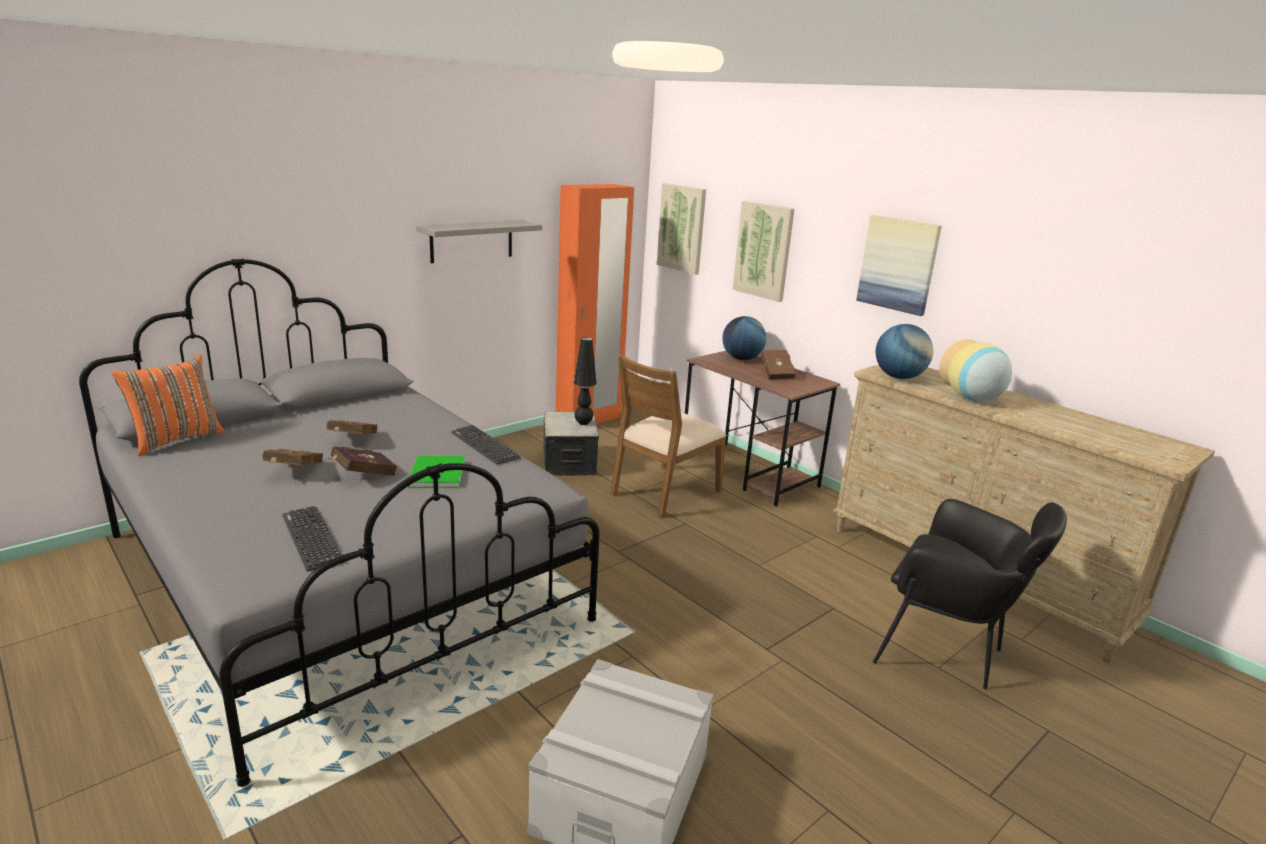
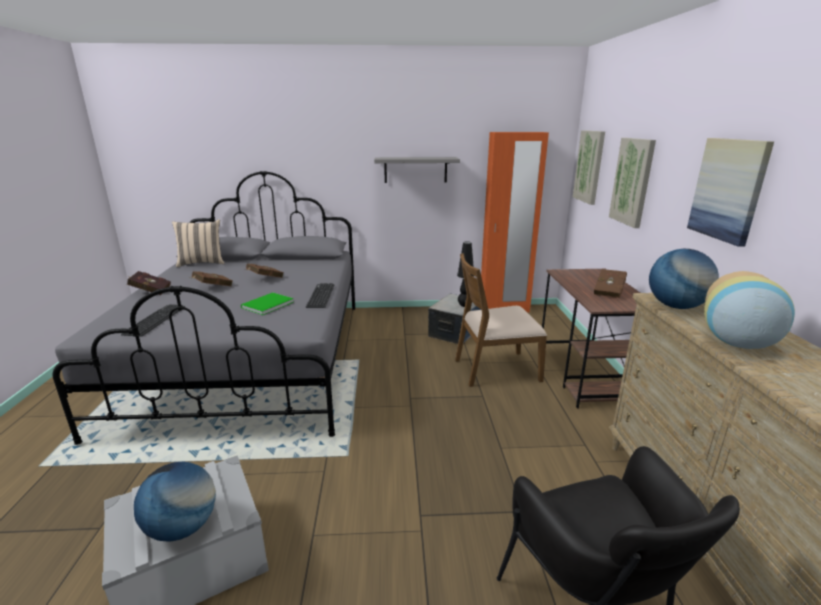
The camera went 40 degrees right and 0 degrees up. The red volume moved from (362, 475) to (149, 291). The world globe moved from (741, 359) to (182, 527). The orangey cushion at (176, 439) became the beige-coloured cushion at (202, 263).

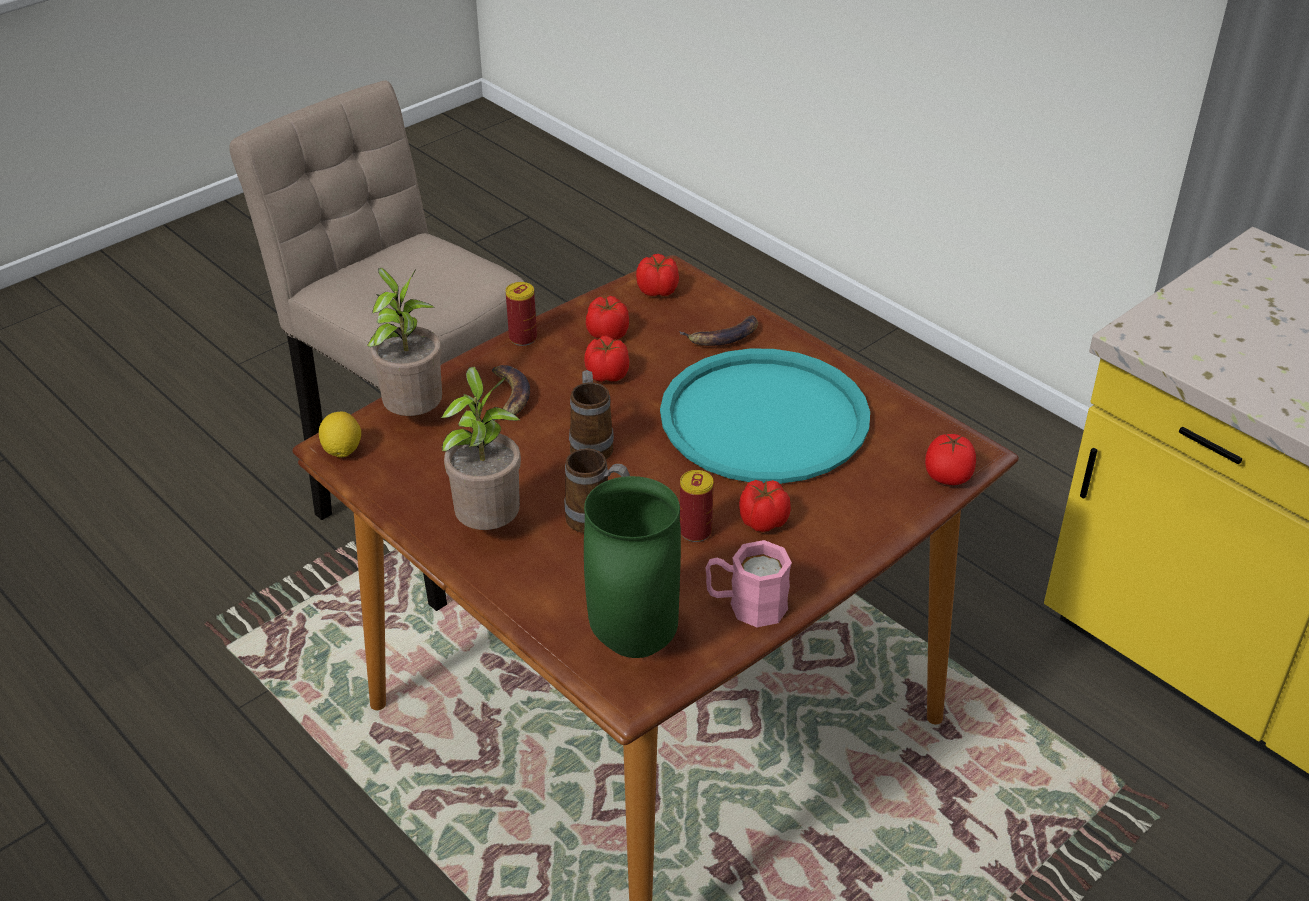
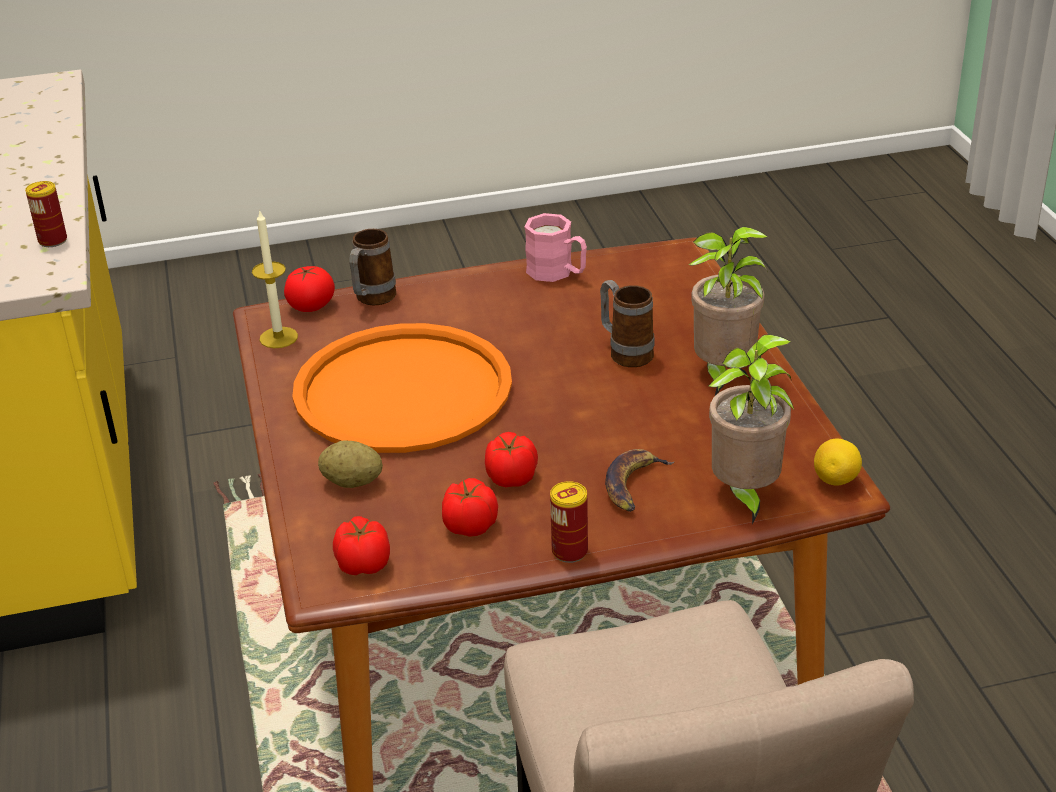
The camera went 150 degrees left and 5 degrees down. The sealed can moved from (695, 531) to (53, 240). The wax light at (278, 337) appeared. The blue-green carrying tray at (764, 418) became the orangey carrying tray at (402, 390). The banana at (723, 336) was replaced by the whole potato at (352, 482). The tea mug moved from (591, 444) to (372, 300). The green vase at (631, 642) disappeared. The tomato at (762, 520) disappeared.

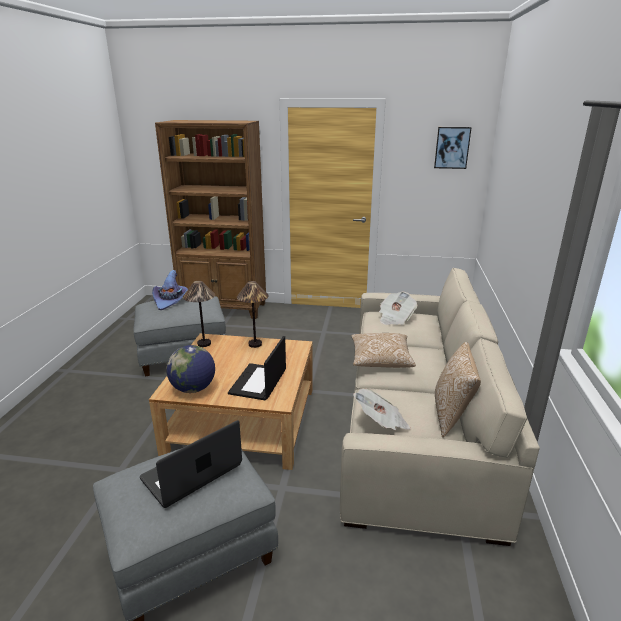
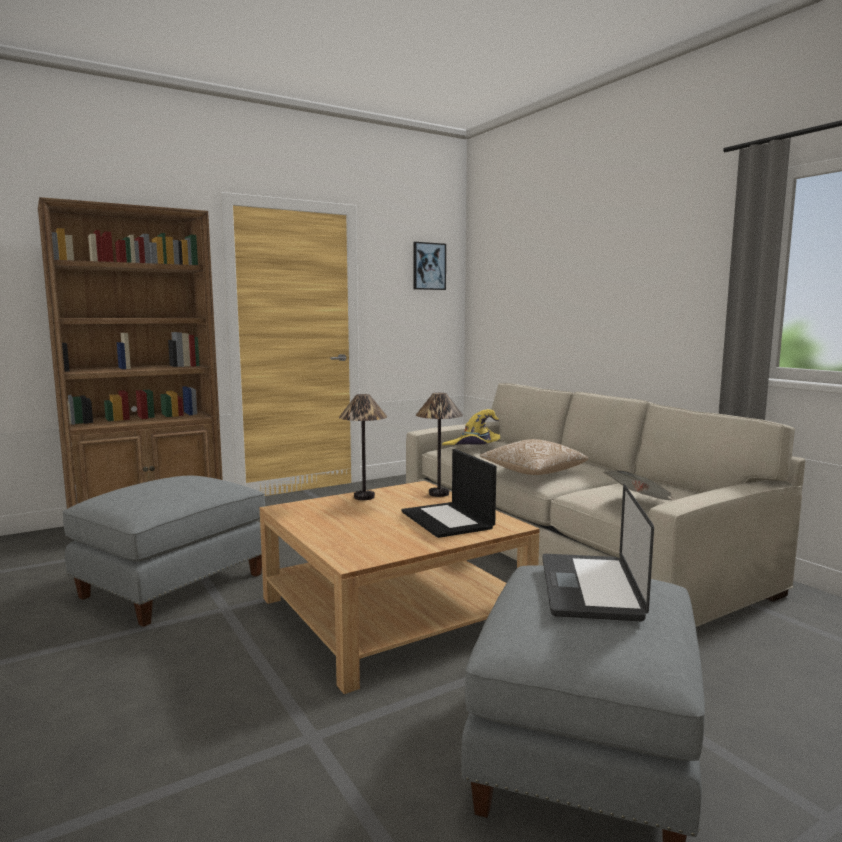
The camera went 40 degrees left and 15 degrees down. The table lamp moved from (204, 343) to (438, 494). The printed paper at (395, 318) was replaced by the yellow clothing hat at (473, 447). The purple-coloured clothing hat at (171, 300) disappeared. The world globe at (193, 389) disappeared. The cushion at (451, 415) disappeared.

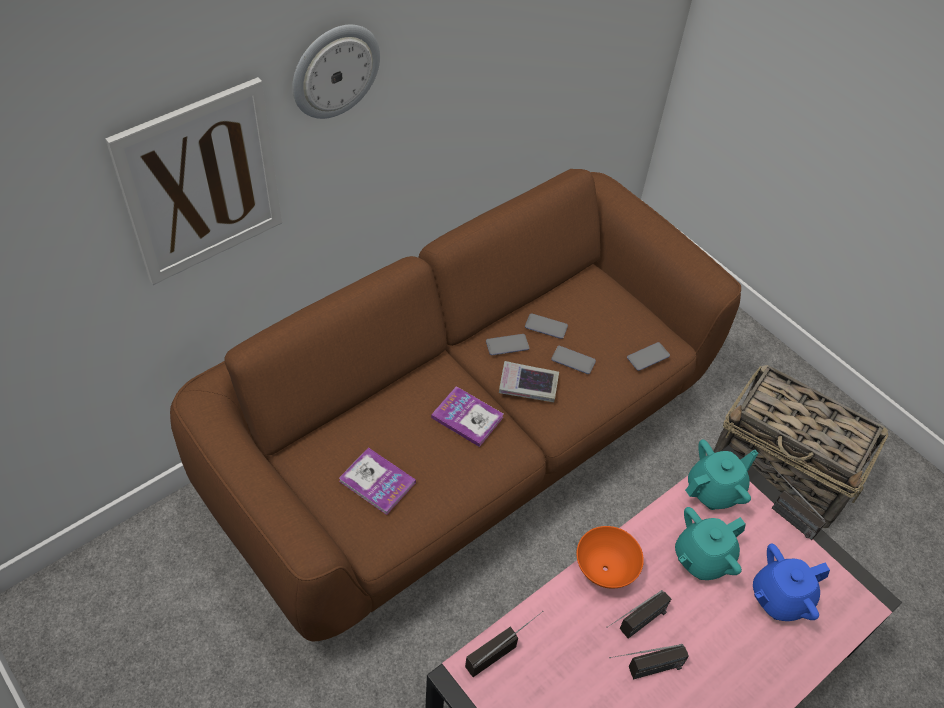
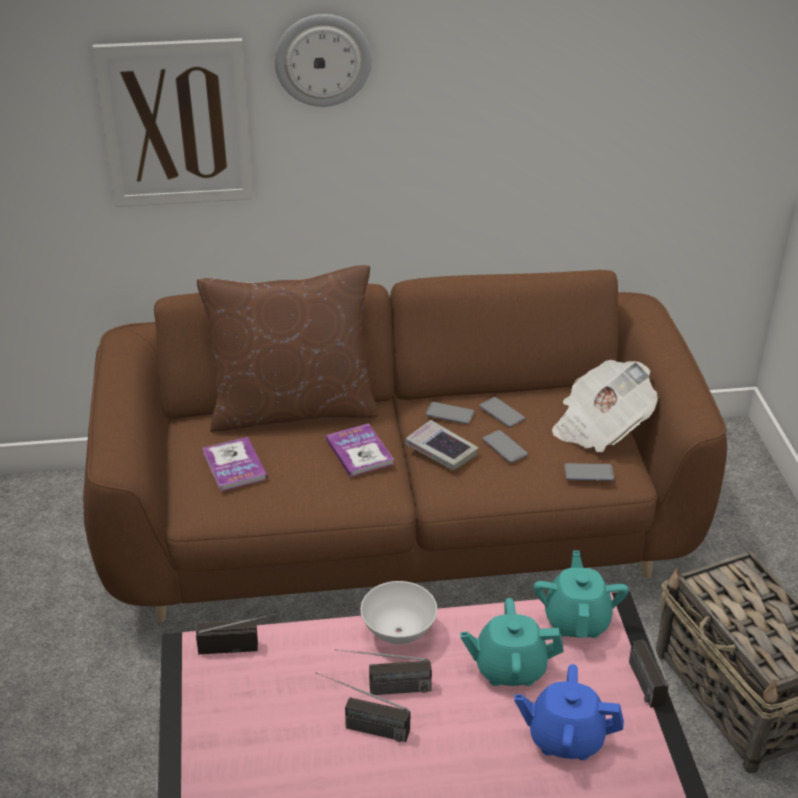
The camera went 35 degrees right and 15 degrees down. The brown cushion at (293, 409) appeared. The orangey bowl at (605, 569) became the white bowl at (399, 632). The blue-green teapot at (714, 490) turned 90 degrees counterclockwise. The printed paper at (600, 426) appeared.

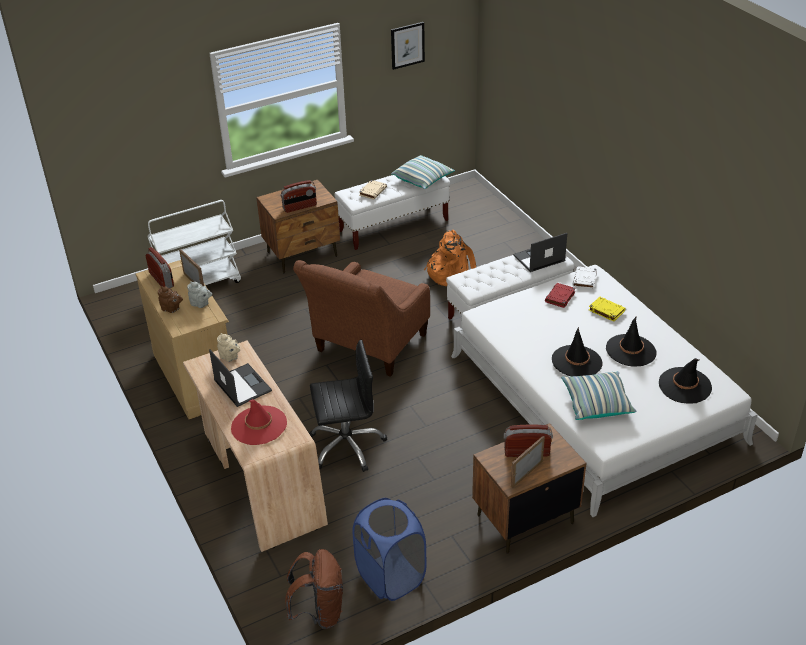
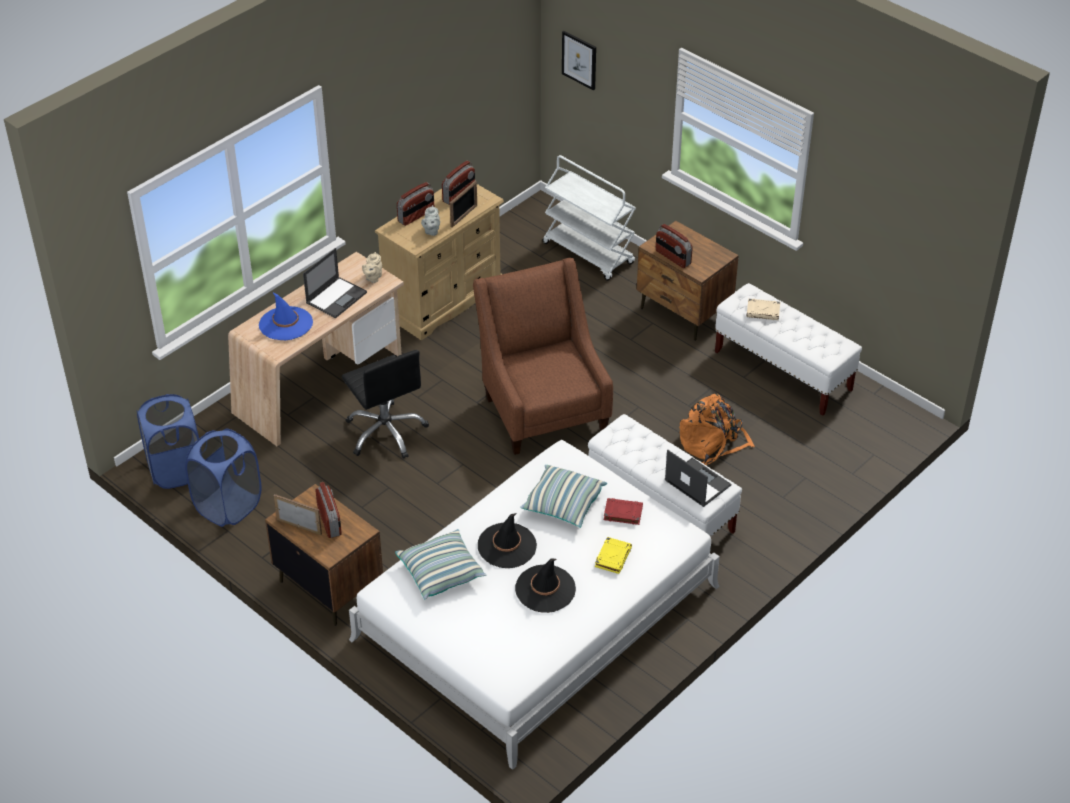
The camera went 70 degrees right and 5 degrees up. The brown backpack at (319, 612) was replaced by the blue-coloured washing basket at (176, 470). The red clothing hat at (259, 425) became the blue-coloured clothing hat at (286, 324). The brown teapot at (172, 309) was replaced by the radio receiver at (416, 216). The brown lounge chair at (367, 347) turned 60 degrees clockwise. The cushion moved from (423, 179) to (563, 504). The wall picture moved from (407, 45) to (579, 60). The white volume at (584, 280) disappeared. The blackish clothing hat at (684, 386) disappeared.

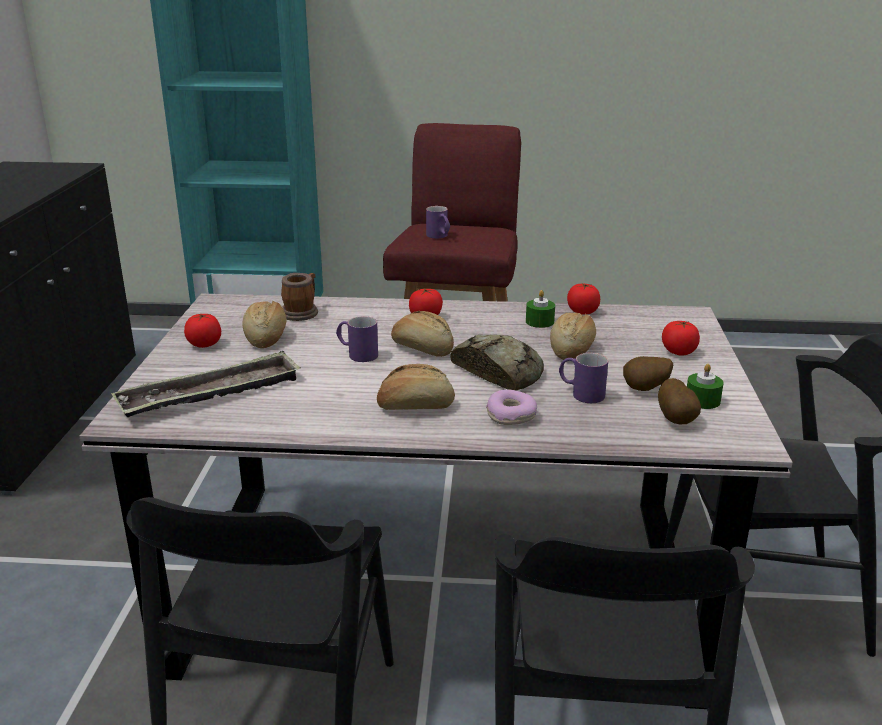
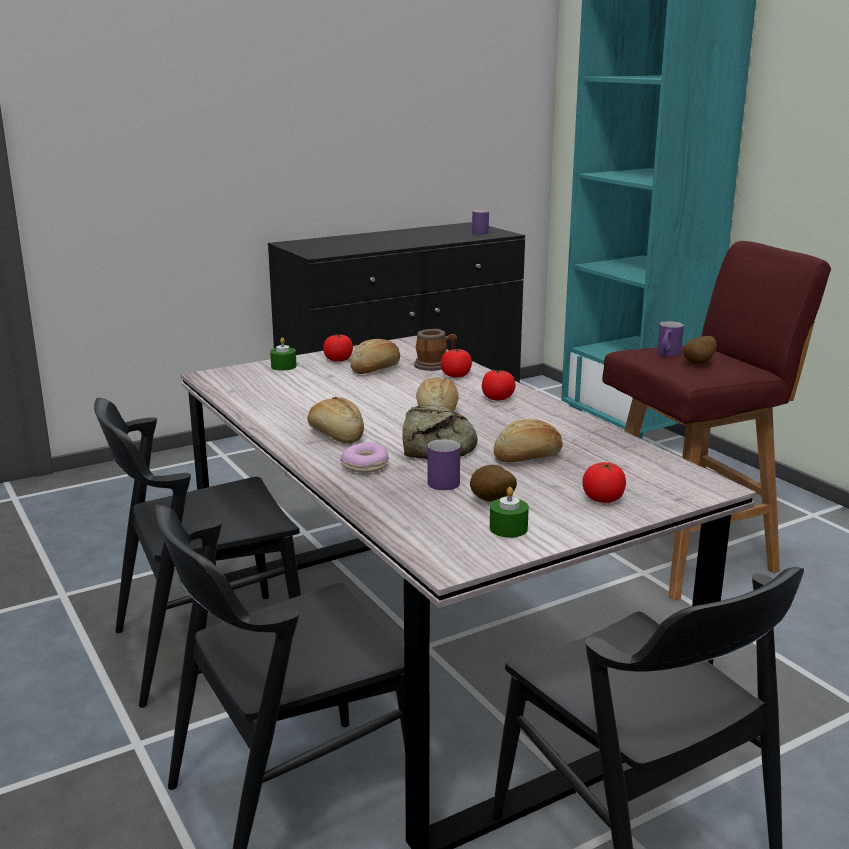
The camera went 55 degrees right and 5 degrees down. The green wax light moved from (539, 322) to (283, 366). The tomato moved from (582, 312) to (456, 375). The purple-coloured tea mug moved from (357, 354) to (479, 231). The whole potato moved from (677, 419) to (699, 364). The carrying tray at (211, 394) disappeared.

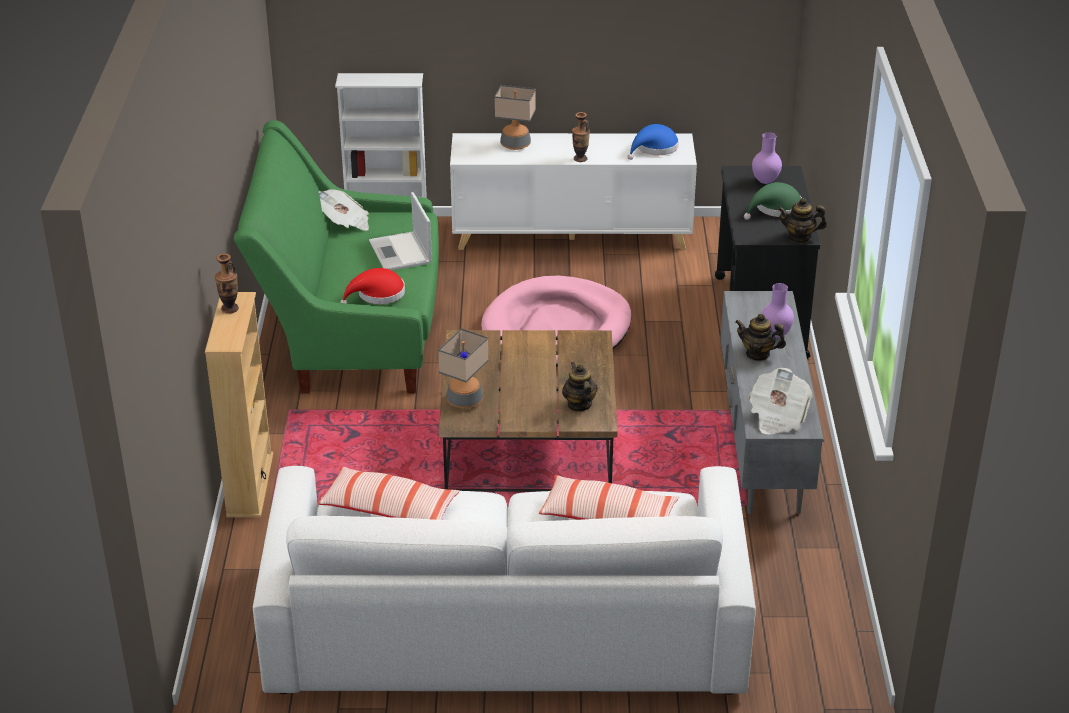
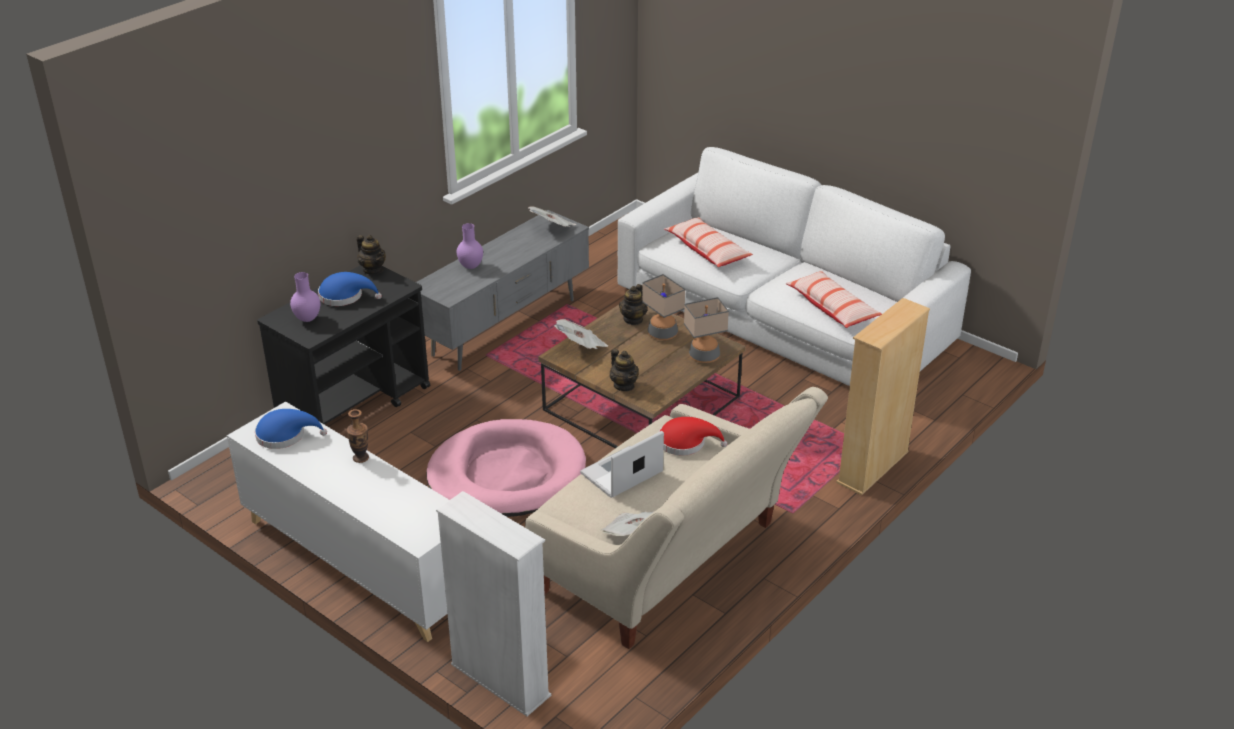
The camera went 140 degrees left and 0 degrees up. The green clothing hat at (775, 208) became the blue-coloured clothing hat at (345, 296). The green sofa at (351, 330) became the beige-coloured sofa at (670, 564). The printed paper at (581, 346) appeared. The portable computer at (401, 253) turned 150 degrees counterclockwise. The teapot moved from (758, 354) to (624, 385). The table lamp moved from (515, 144) to (662, 334). The vase at (229, 309) disappeared.

